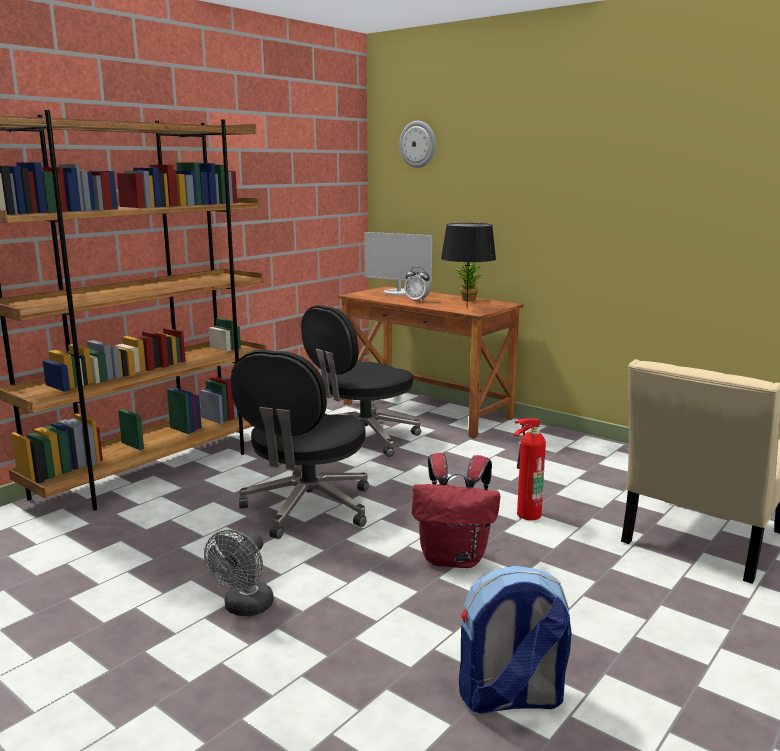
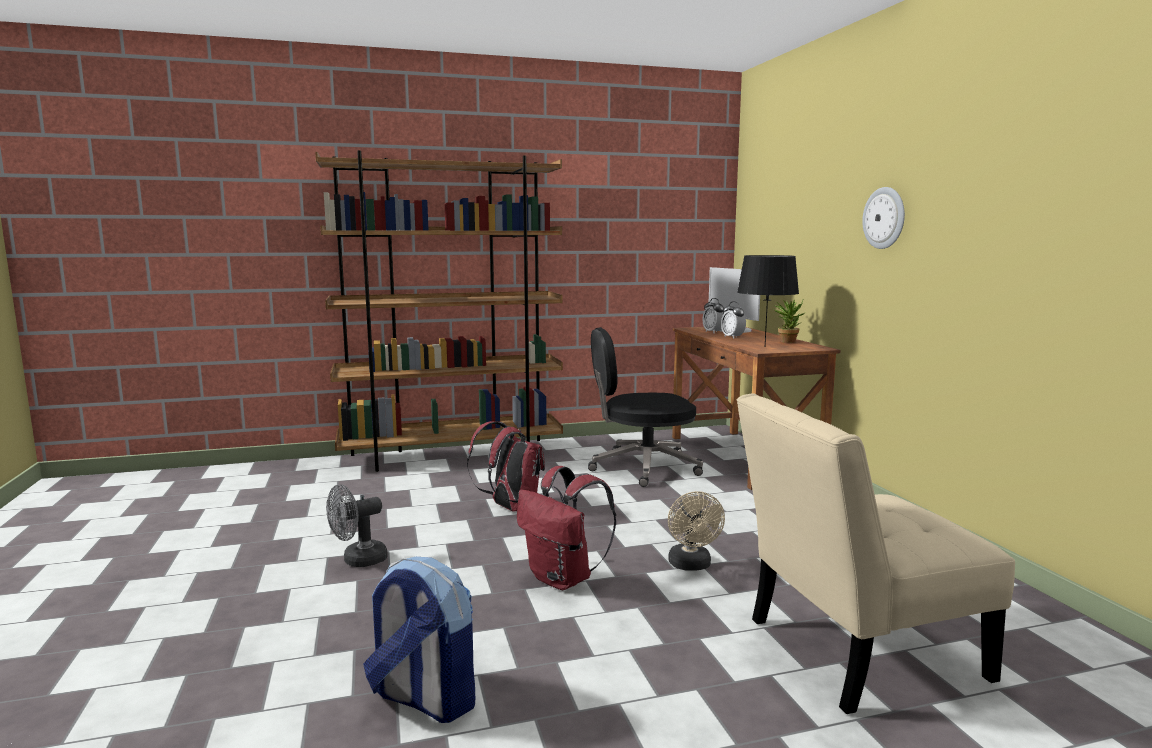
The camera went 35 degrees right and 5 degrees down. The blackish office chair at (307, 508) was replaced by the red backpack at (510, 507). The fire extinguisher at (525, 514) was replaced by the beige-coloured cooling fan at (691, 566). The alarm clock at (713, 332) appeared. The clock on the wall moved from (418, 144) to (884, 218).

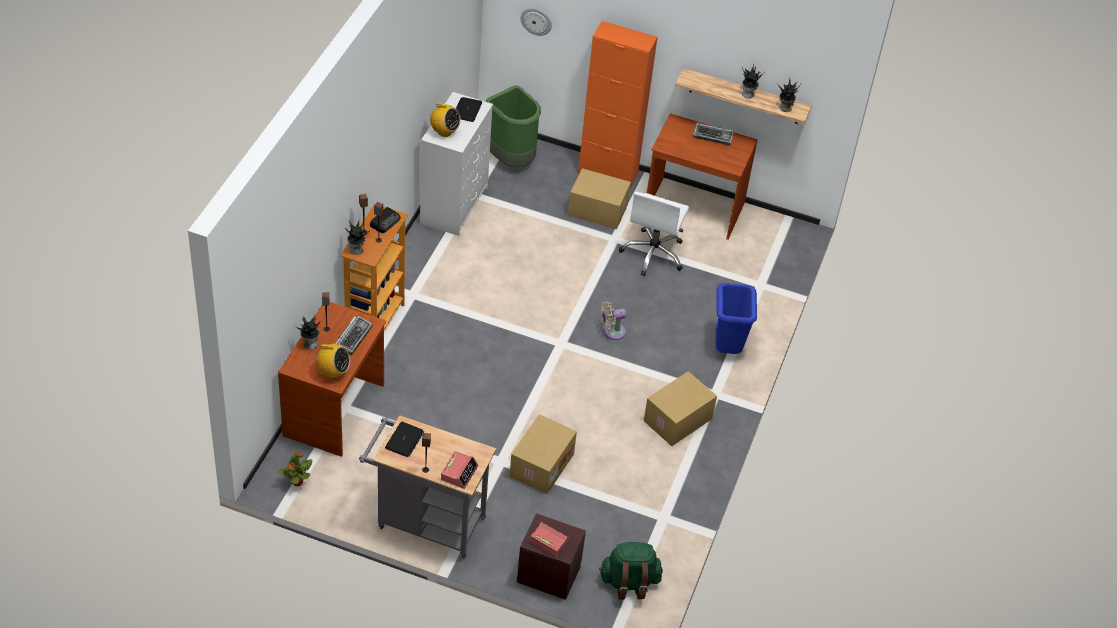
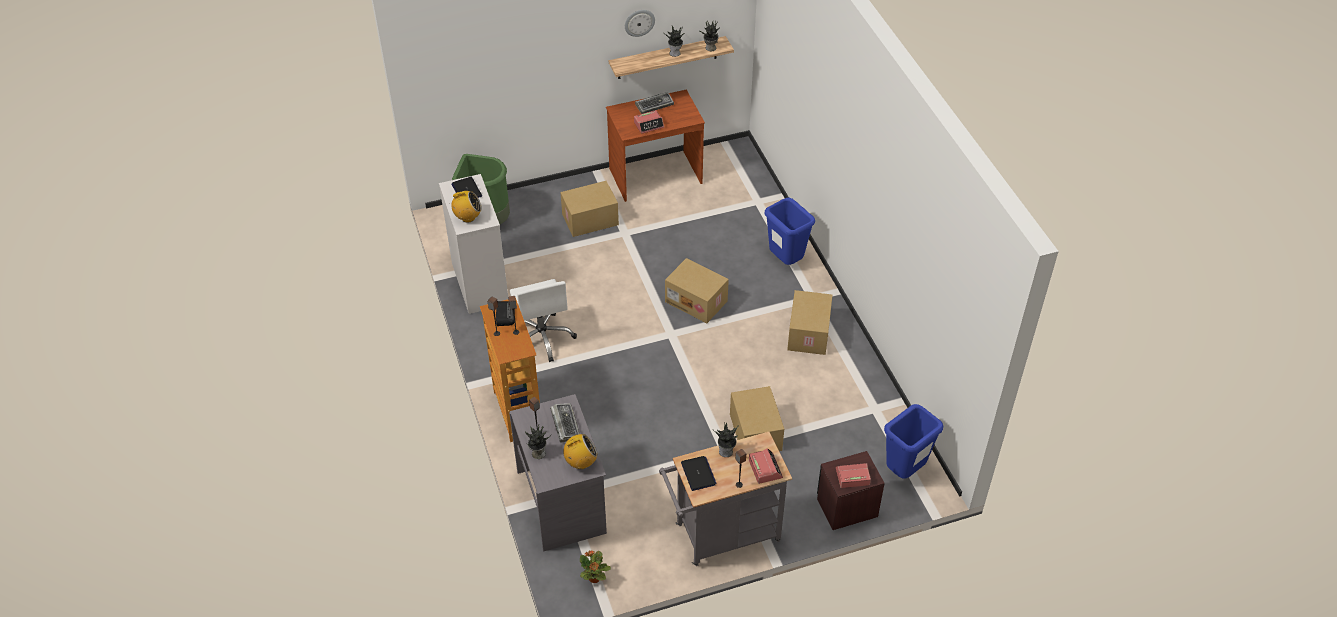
The camera went 35 degrees left and 0 degrees up. The brown desk at (335, 411) became the gray desk at (562, 502). The white office chair moved from (653, 254) to (542, 338). The clock on the wall moved from (536, 21) to (639, 22). The alarm clock at (649, 125) appeared. The beige-coloured cooling fan at (612, 332) was replaced by the cardboard box at (697, 301). The houseplant moved from (356, 250) to (726, 452). The green backpack at (629, 582) was replaced by the blue-coloured trash can at (904, 471). The orangey storage cabinet at (608, 173) disappeared.

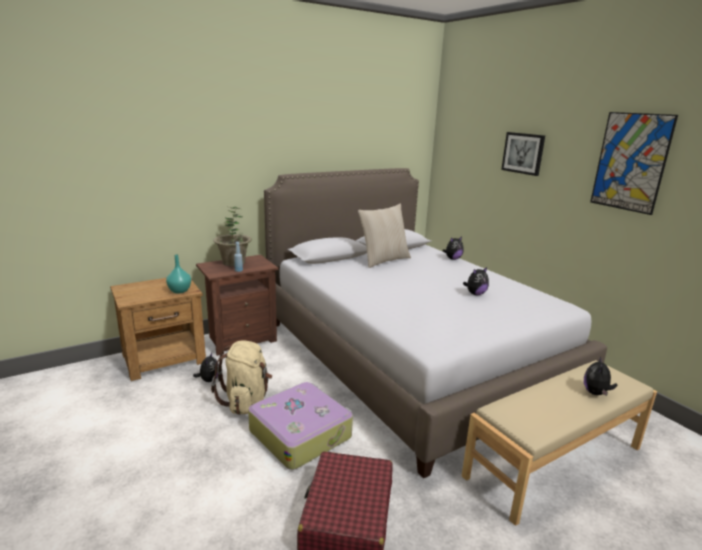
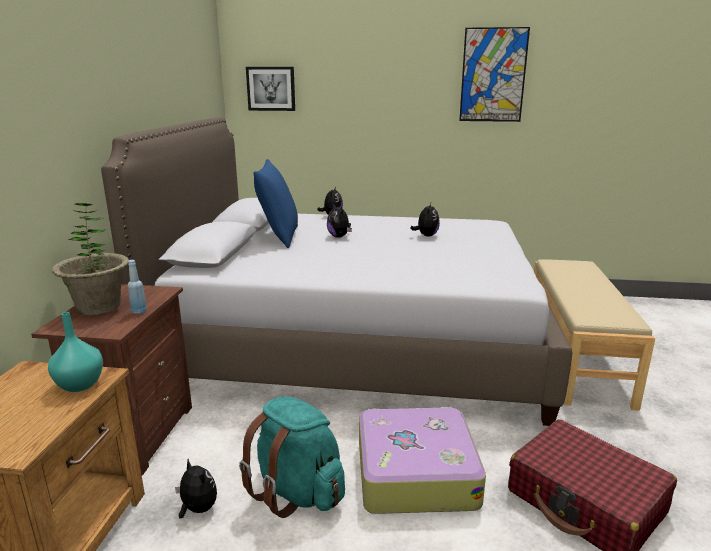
The camera went 50 degrees left and 0 degrees up. The beige-coloured backpack at (246, 401) became the blue-green backpack at (297, 491). The wall picture moved from (523, 153) to (271, 88). The beige-coloured cushion at (383, 260) became the blue-coloured cushion at (279, 237). The cuddly toy moved from (596, 393) to (339, 236).

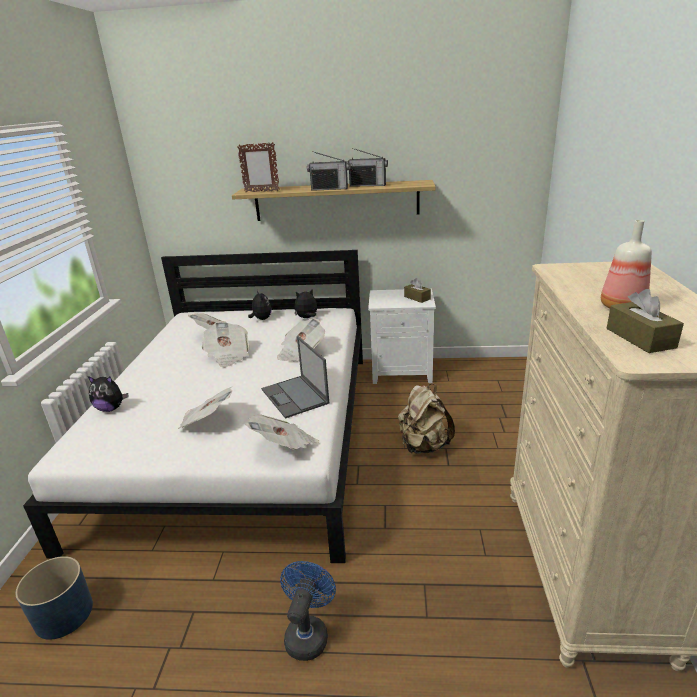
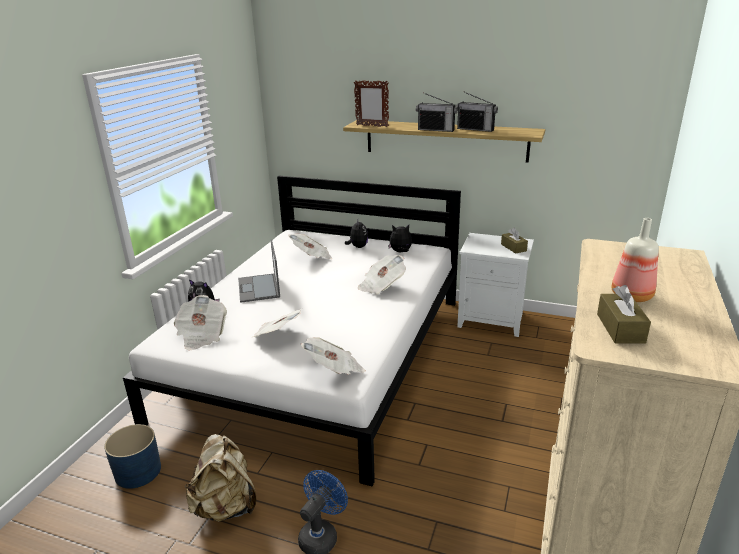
The camera went 15 degrees right and 0 degrees up. The printed paper moved from (228, 355) to (202, 335). The beige-coloured backpack moved from (423, 446) to (226, 507). The portable computer moved from (295, 396) to (259, 288).

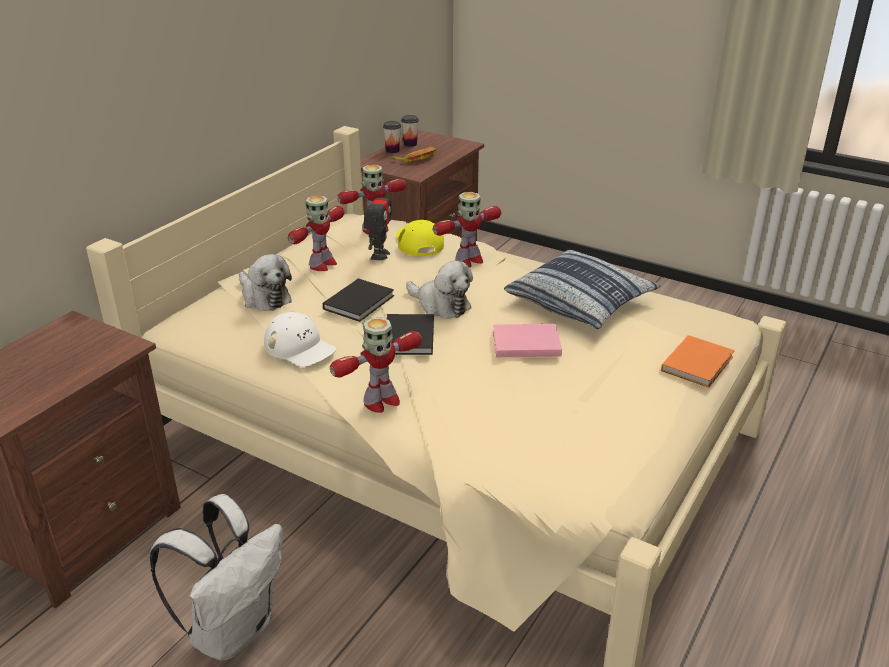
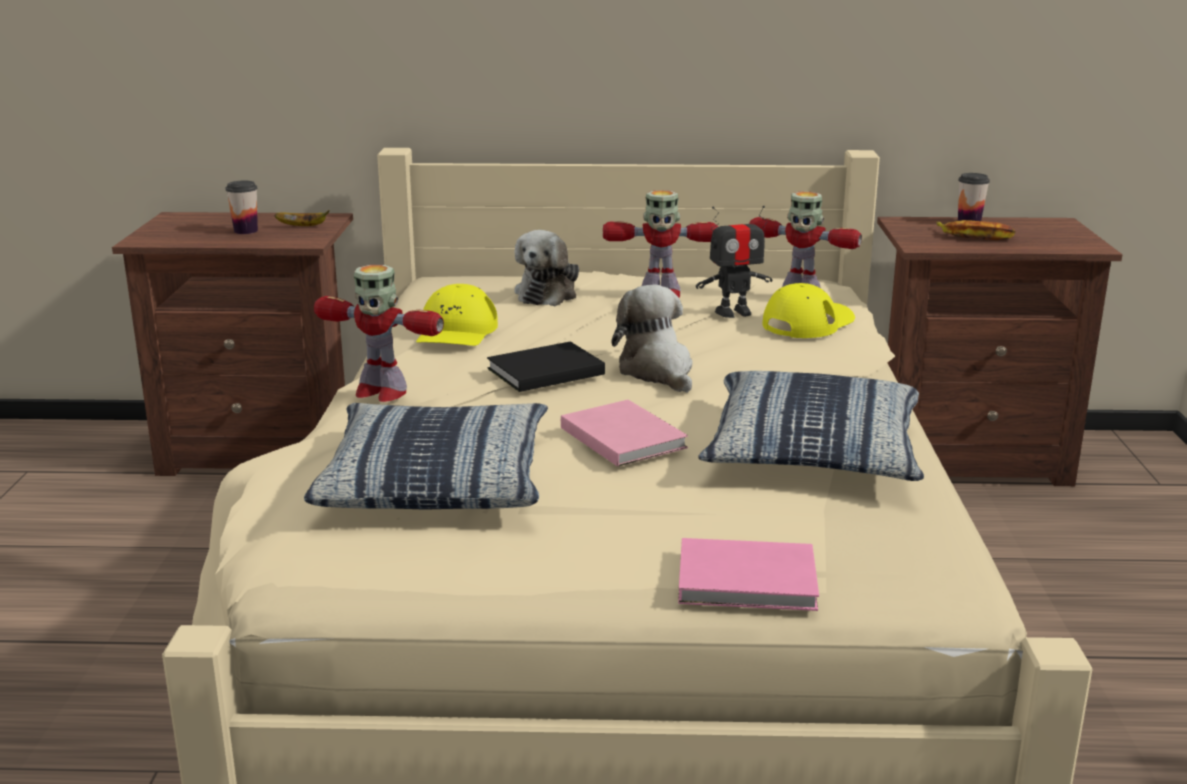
The camera went 60 degrees right and 10 degrees down. The drinking cup moved from (410, 144) to (246, 231). The banana at (303, 226) appeared. The cushion at (437, 480) appeared. The white peaked cap at (300, 347) became the yellow peaked cap at (456, 332). The cuddly toy at (440, 305) turned 150 degrees clockwise. The orangey volume at (699, 363) became the pink-coloured volume at (751, 582). The white backpack at (233, 629) disappeared. The blackish volume at (360, 302) disappeared. The toy robot at (468, 261) disappeared.

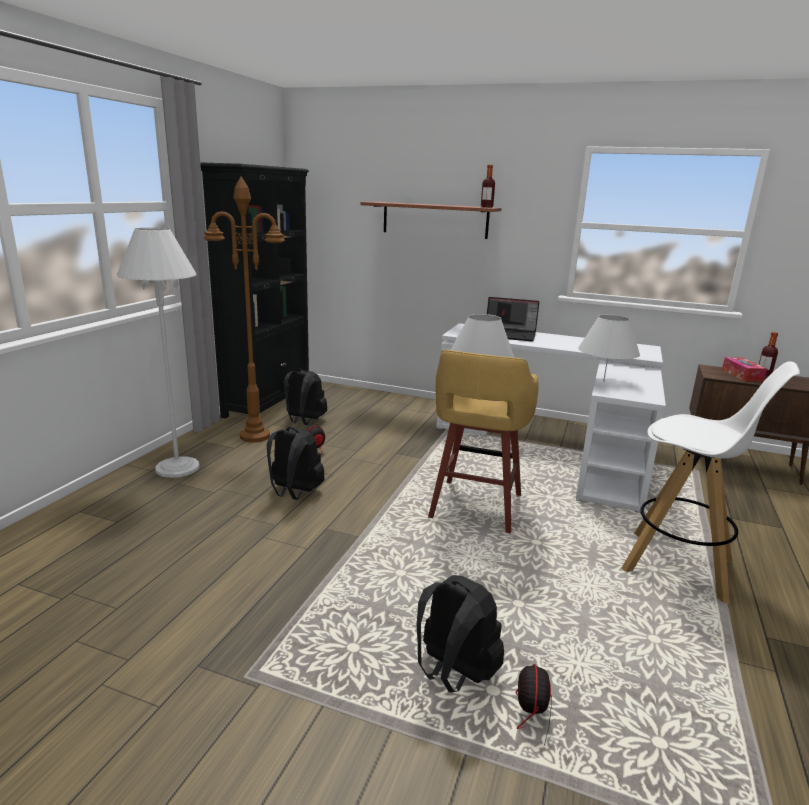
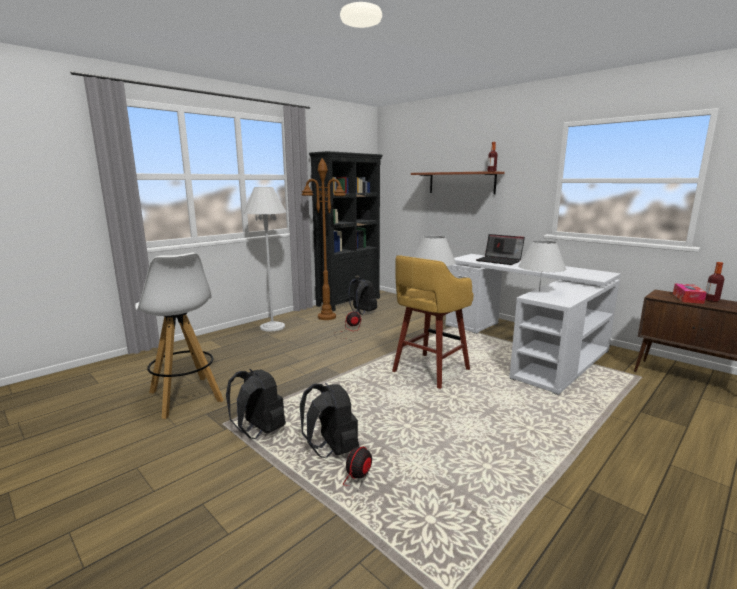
The camera went 25 degrees right and 5 degrees down. The white sitting stool moved from (679, 566) to (186, 397). The blackish backpack moved from (294, 493) to (259, 431).

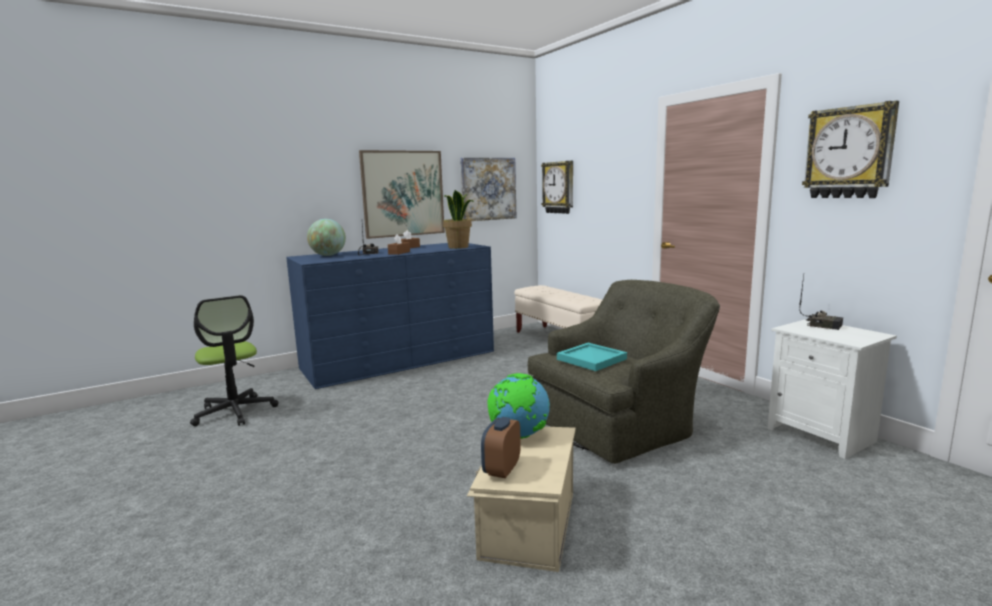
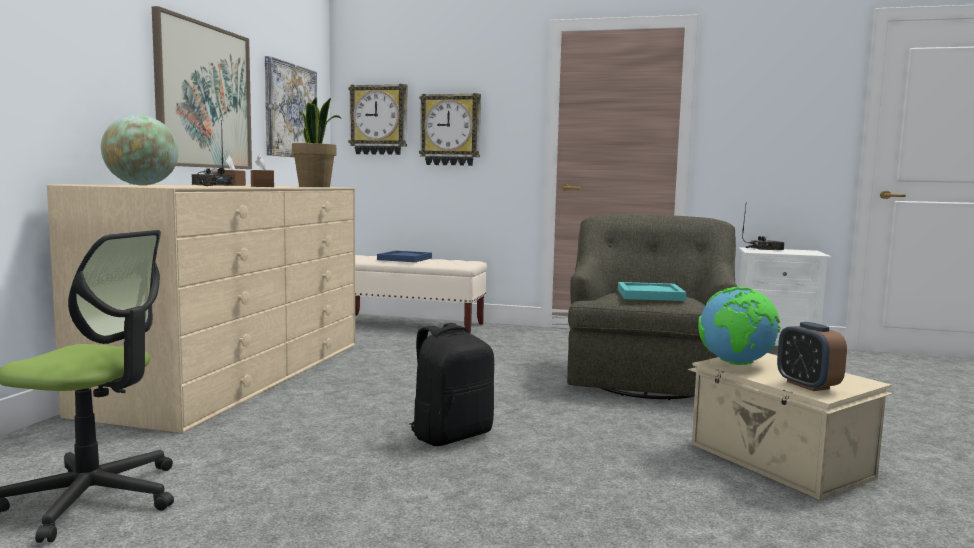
The camera went 45 degrees left and 5 degrees down. The blue-coloured drawer chest at (400, 359) became the beige-coloured drawer chest at (237, 374). The blue-coloured carrying tray at (404, 259) appeared. The blackish backpack at (451, 435) appeared. The clock on the wall moved from (849, 153) to (450, 130).

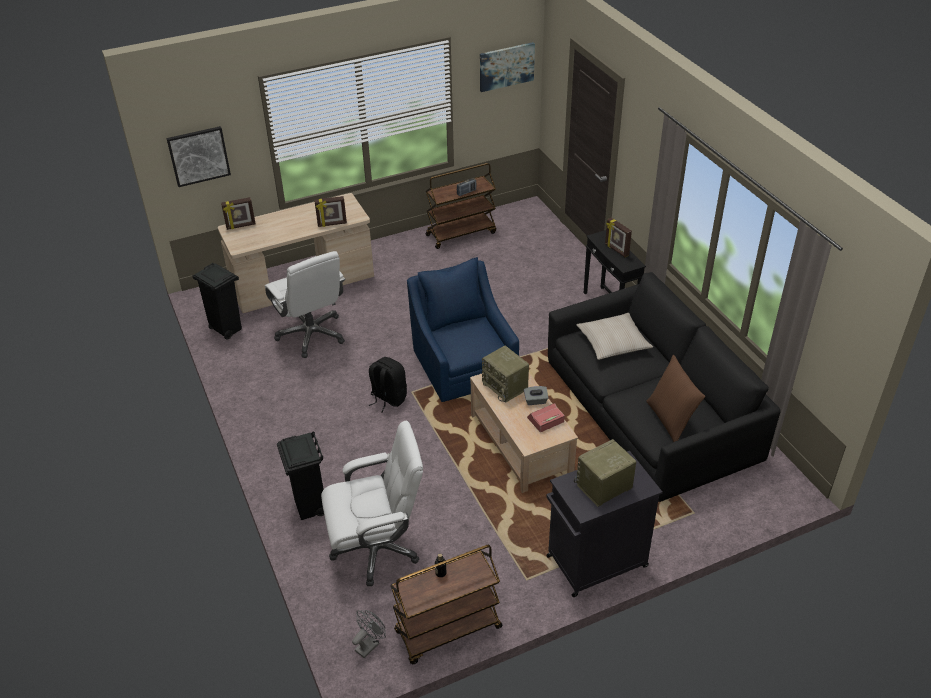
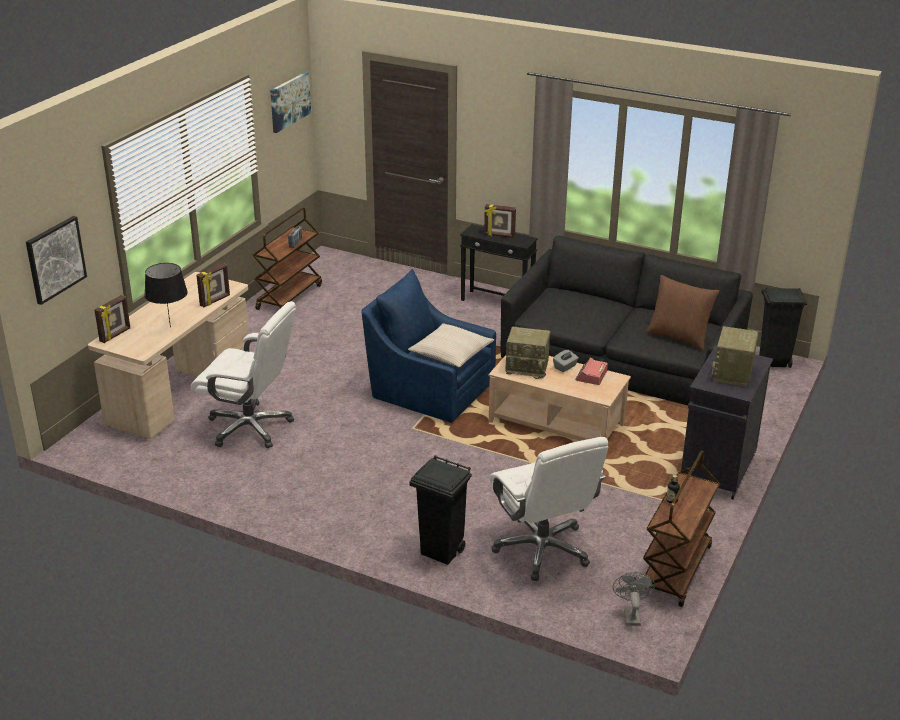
The camera went 40 degrees left and 10 degrees down. The blackish table lamp at (170, 327) appeared. The beige-coloured cushion moved from (613, 342) to (451, 353). The white office chair at (377, 548) turned 120 degrees clockwise. The blackish trash can moved from (226, 329) to (773, 362). The blackish backpack at (388, 398) disappeared.

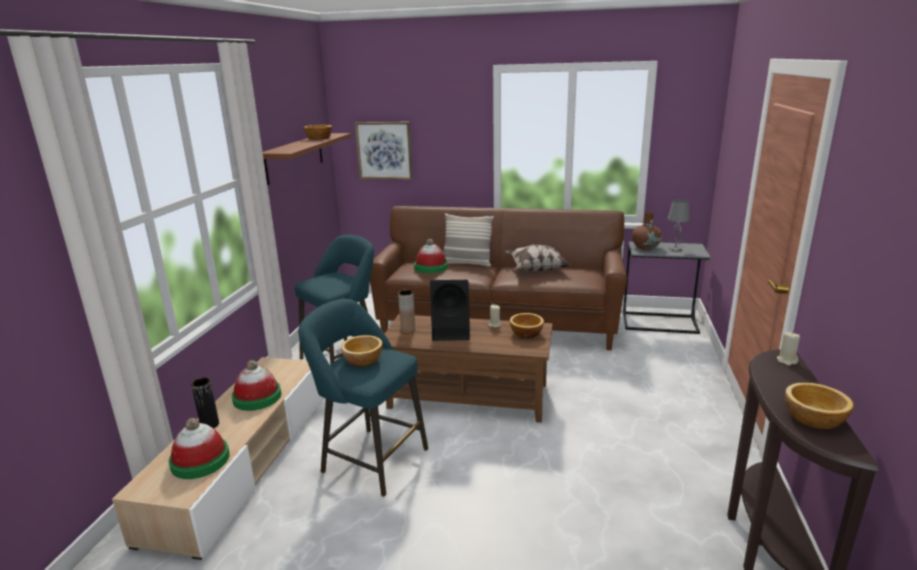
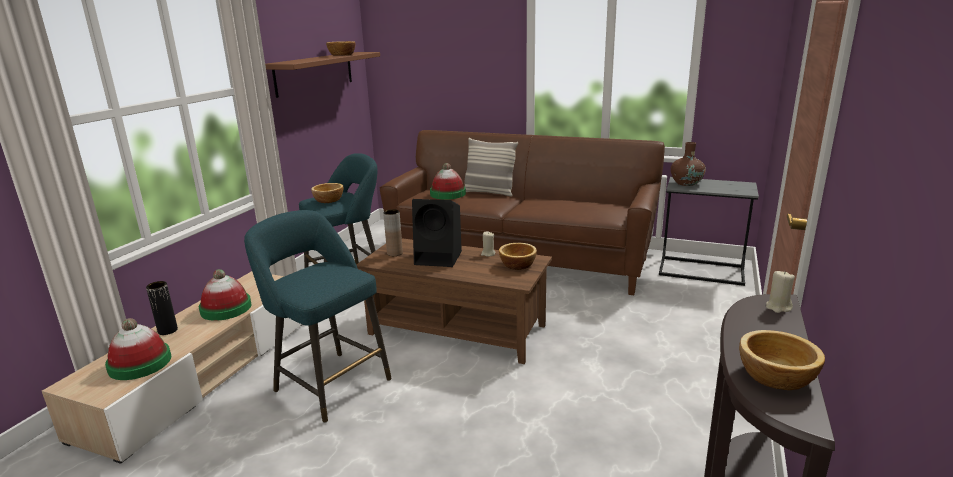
The camera went 10 degrees right and 0 degrees up. The bowl moved from (363, 360) to (329, 200). The wall picture at (384, 150) disappeared. The cushion at (536, 269) disappeared. The gray table lamp at (675, 249) disappeared.

